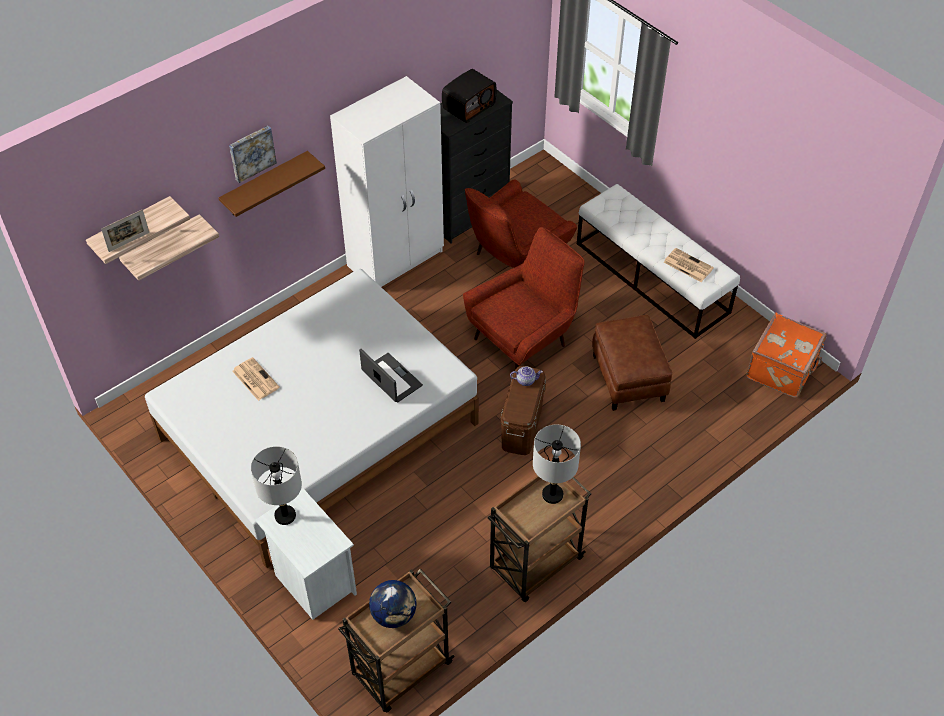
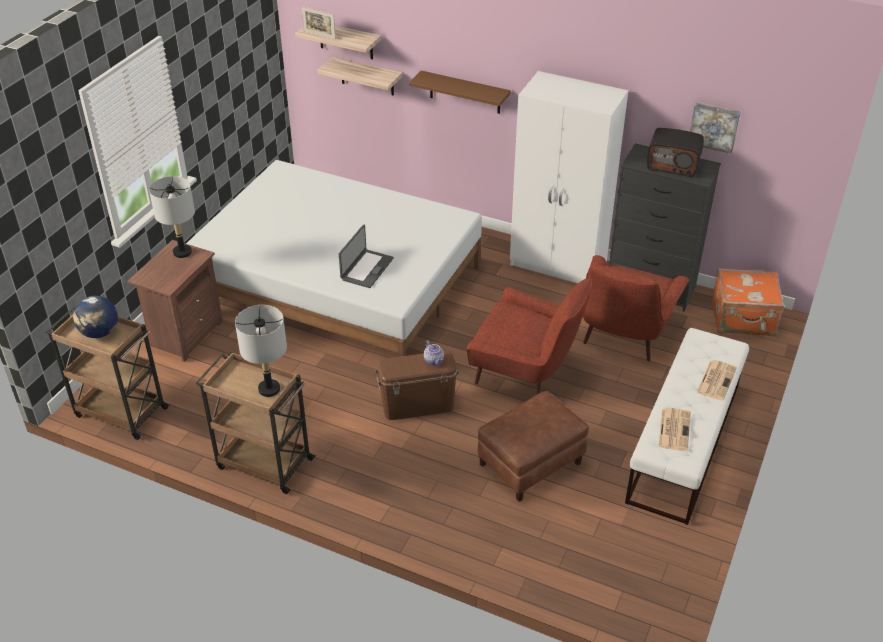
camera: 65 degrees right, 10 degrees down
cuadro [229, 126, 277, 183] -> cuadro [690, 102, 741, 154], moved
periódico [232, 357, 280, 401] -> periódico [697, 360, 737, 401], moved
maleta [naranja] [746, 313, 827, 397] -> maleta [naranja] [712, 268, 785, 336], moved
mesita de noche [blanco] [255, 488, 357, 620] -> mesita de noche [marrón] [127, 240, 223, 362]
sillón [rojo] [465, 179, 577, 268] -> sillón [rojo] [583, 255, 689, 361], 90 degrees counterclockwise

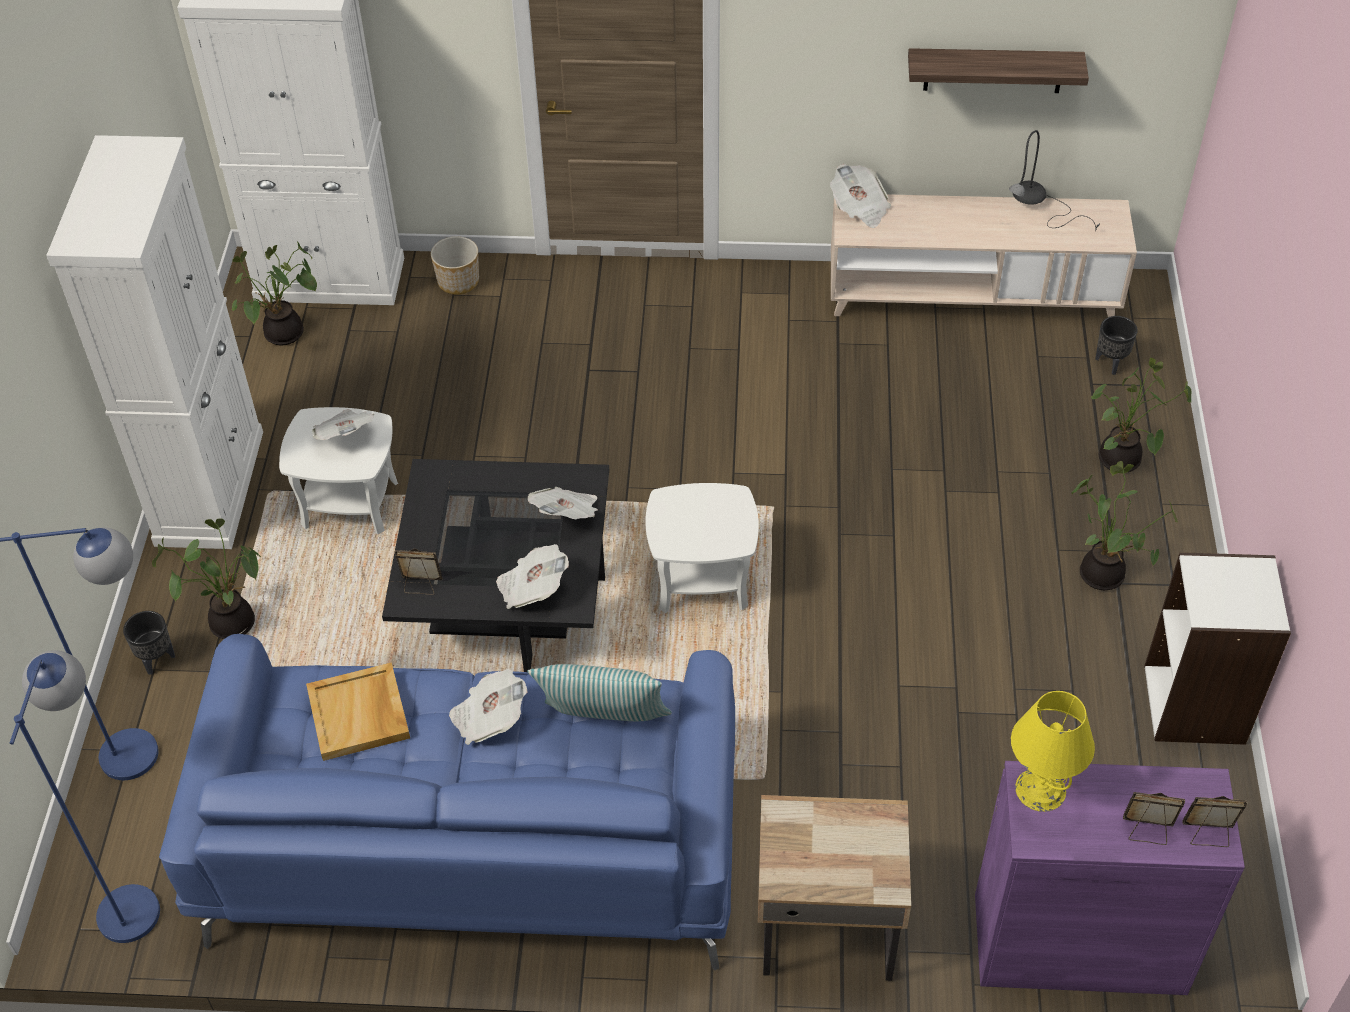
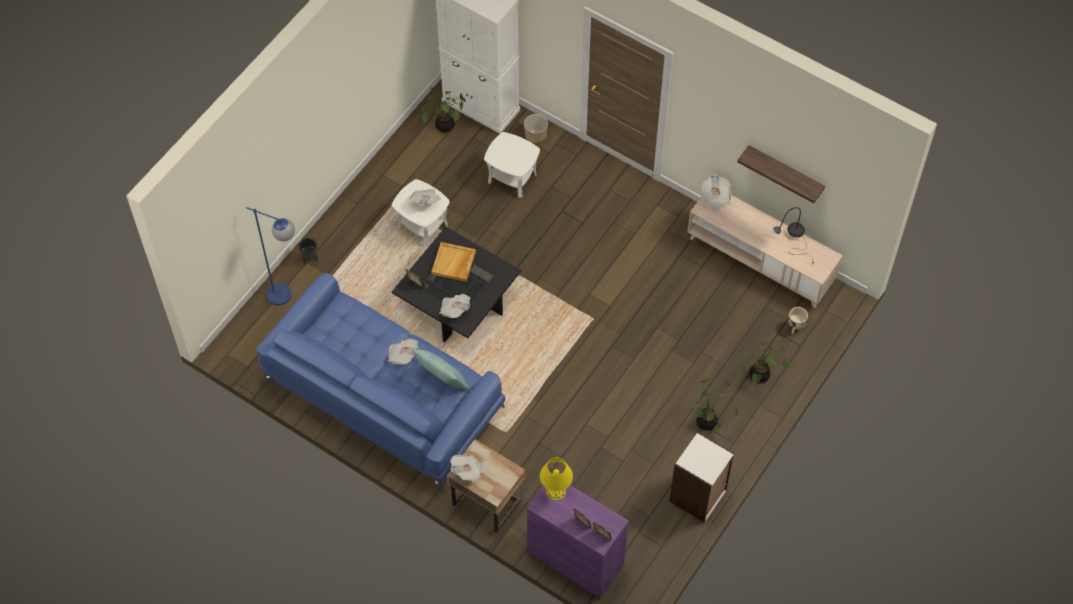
camera: 30 degrees right, 10 degrees up
lámpara de pie [azul] [10, 650, 160, 943] -> none
armario [blanco] [46, 135, 263, 549] -> none
planta en maceta [152, 518, 262, 639] -> none
bandeja [beis] [306, 662, 410, 761] -> bandeja [beis] [431, 242, 476, 282], moved
periódico [528, 487, 598, 519] -> periódico [450, 455, 487, 481], moved
mesa auxiliar [blanco] [645, 483, 759, 613] -> mesa auxiliar [blanco] [484, 132, 540, 198], moved
maceta [negro] [1095, 316, 1138, 375] -> maceta [beis] [788, 307, 808, 334]

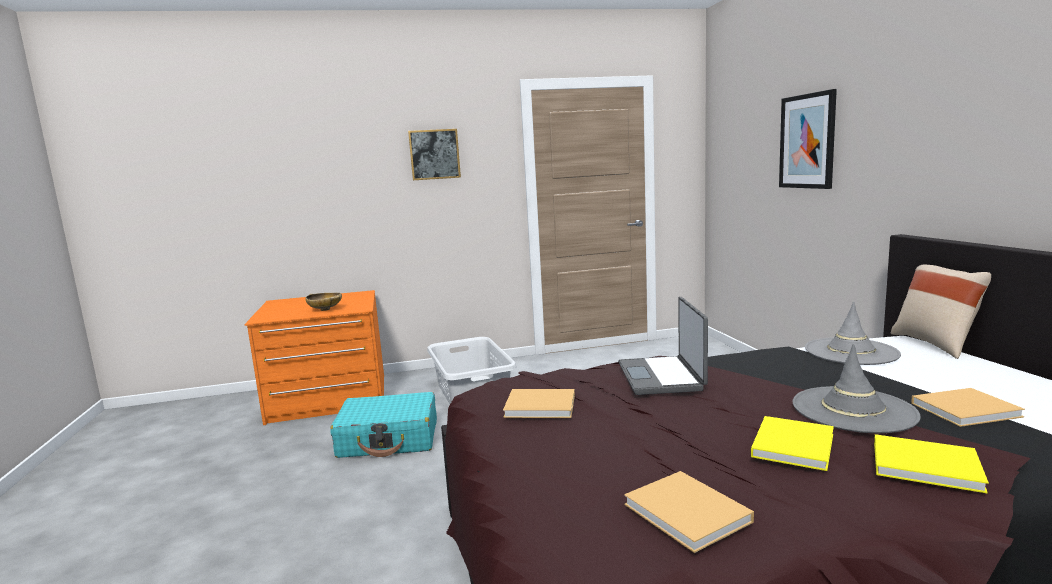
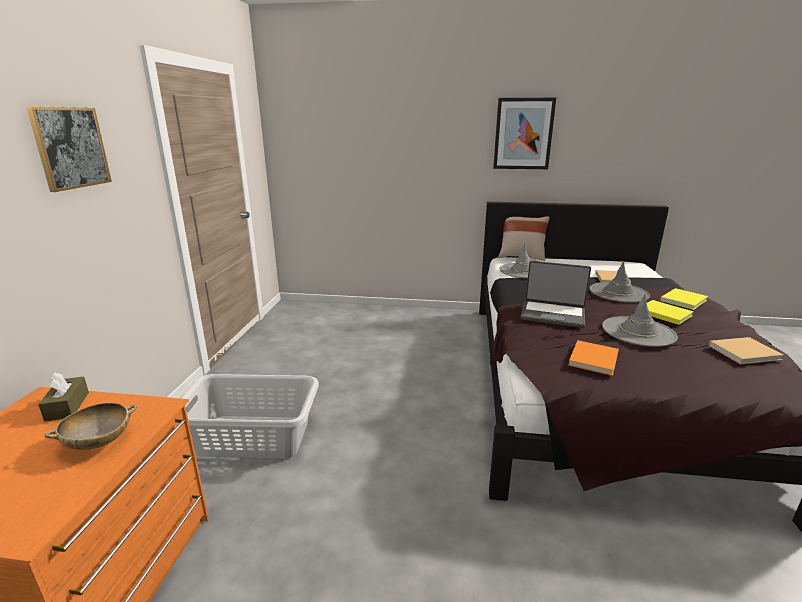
camera: 70 degrees left, 10 degrees up
maleta [turquesa] [330, 392, 437, 458] -> none
none -> caja de pañuelos [marrón] [38, 373, 89, 422]
none -> sombrero [gris] [602, 294, 678, 347]
cuadro [779, 89, 837, 189] -> cuadro [493, 98, 556, 169], moved
libro [beis] [503, 389, 575, 418] -> libro [naranja] [568, 340, 619, 376]

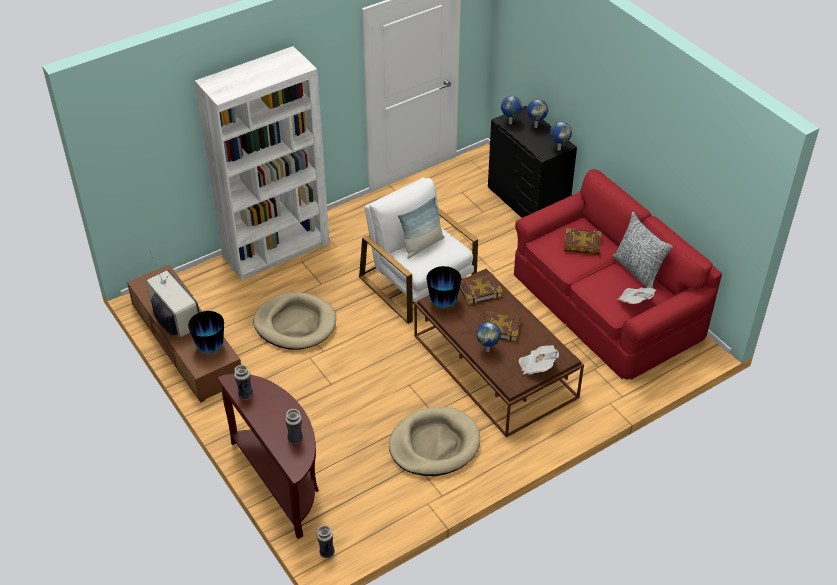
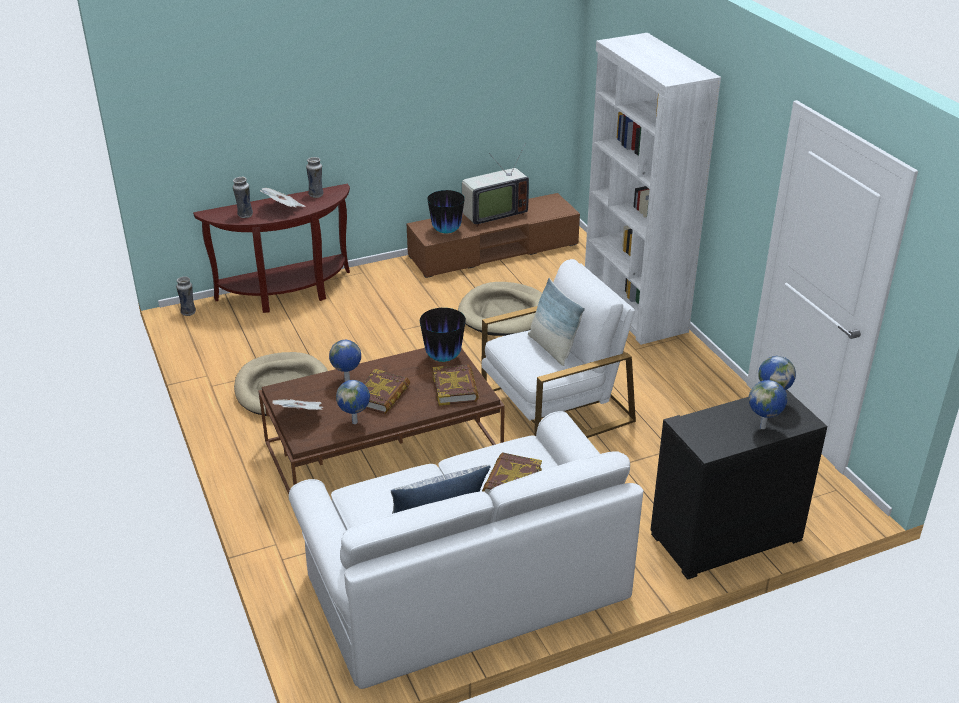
camera: 100 degrees right, 10 degrees down
globo terráqueo [550, 122, 572, 151] -> globo terráqueo [336, 380, 370, 424], moved
periódico [617, 287, 656, 304] -> periódico [260, 188, 306, 208], moved
sofá [rojo] [514, 169, 722, 380] -> sofá [blanco] [289, 411, 643, 689]

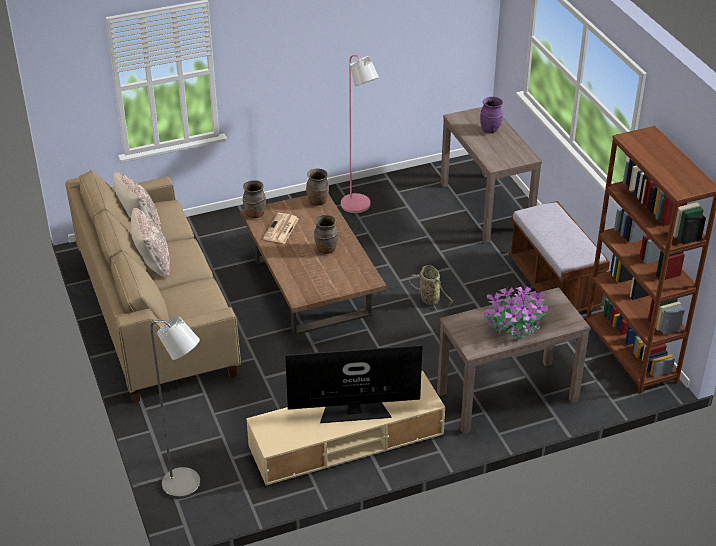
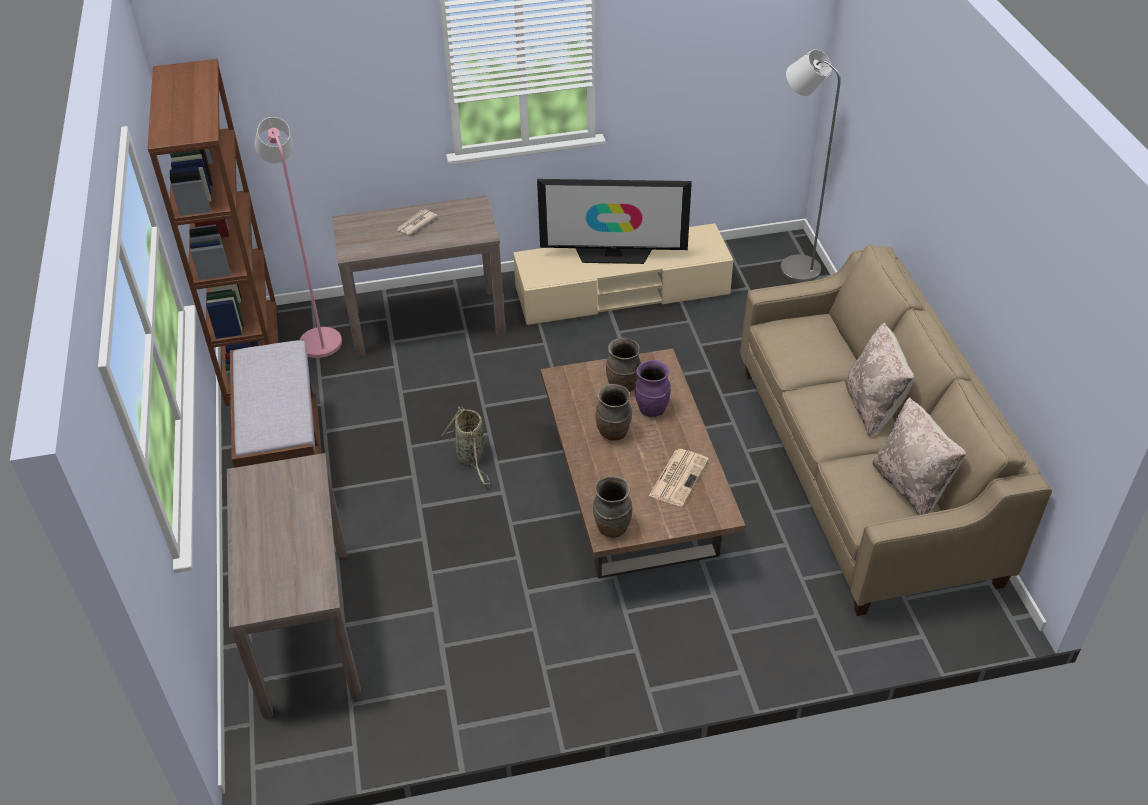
camera: 170 degrees left, 5 degrees up
florero [marrón] [243, 180, 266, 218] -> florero [marrón] [606, 338, 641, 392], moved
lámpara de pie [rosa] [341, 55, 379, 213] -> lámpara de pie [rosa] [254, 117, 342, 358], moved
florero [morado] [480, 97, 503, 133] -> florero [morado] [635, 360, 671, 417], moved
planta en maceta [484, 285, 548, 340] -> periódico [397, 209, 437, 235]

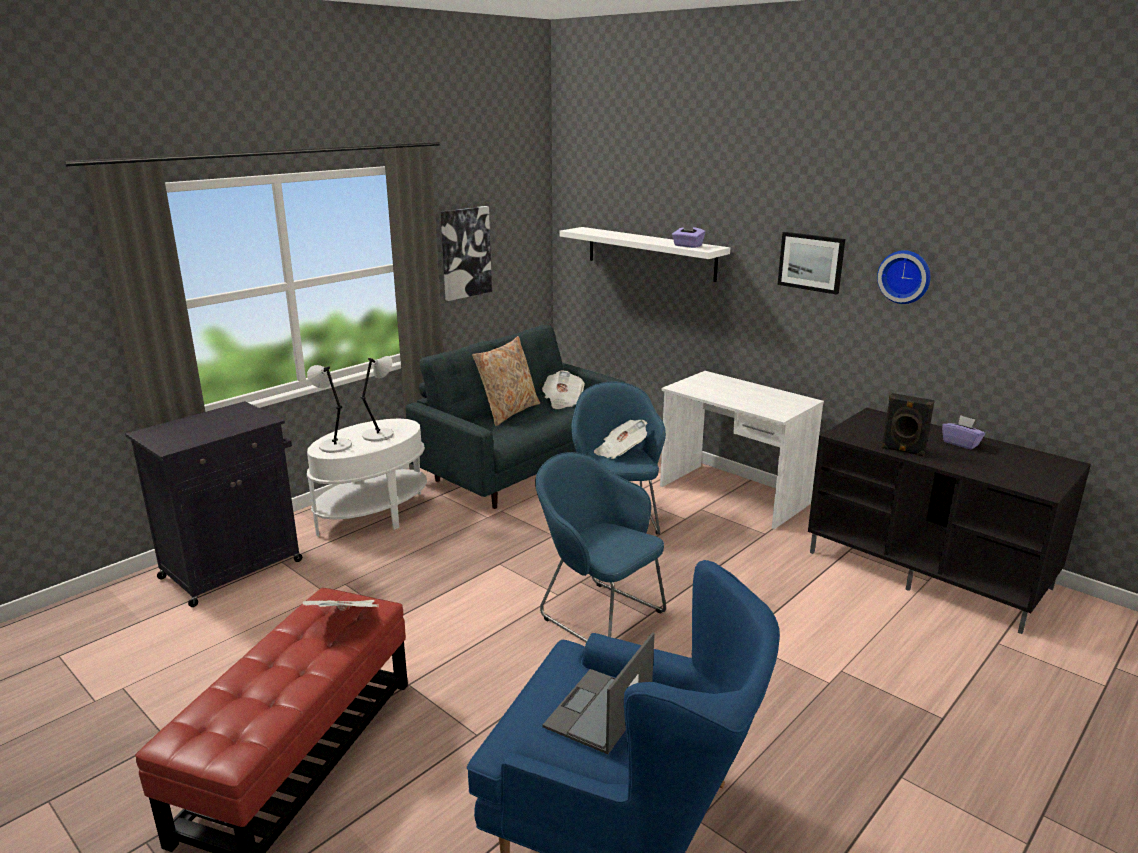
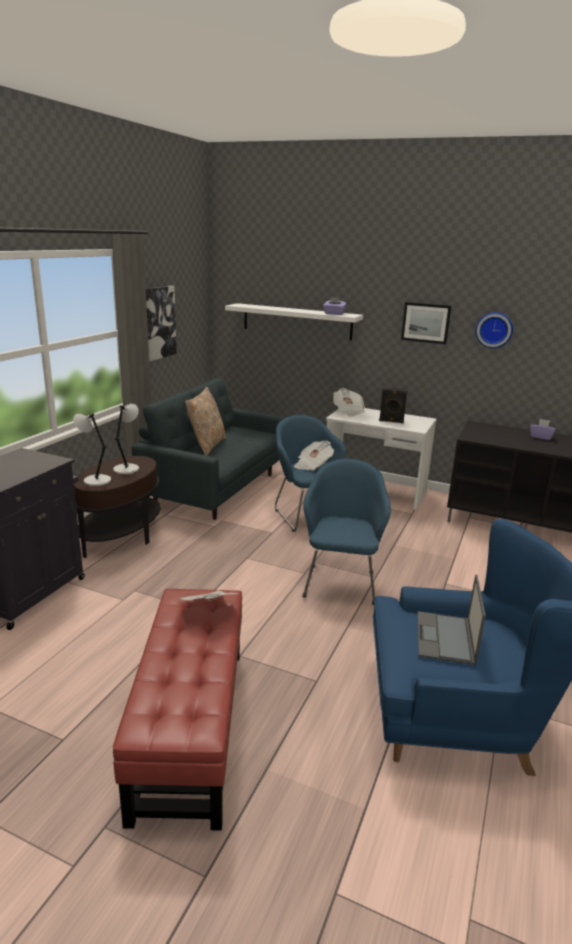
camera: 20 degrees left, 0 degrees up
periódico [542, 371, 585, 409] -> periódico [333, 388, 365, 417], moved
altavoz [negro] [881, 393, 935, 457] -> altavoz [negro] [379, 387, 407, 424], moved
mesa auxiliar [blanco] [307, 419, 427, 537] -> mesa auxiliar [marrón] [74, 456, 161, 558]
sillón [azul] [535, 452, 666, 642] -> sillón [azul] [302, 458, 391, 605], 75 degrees clockwise

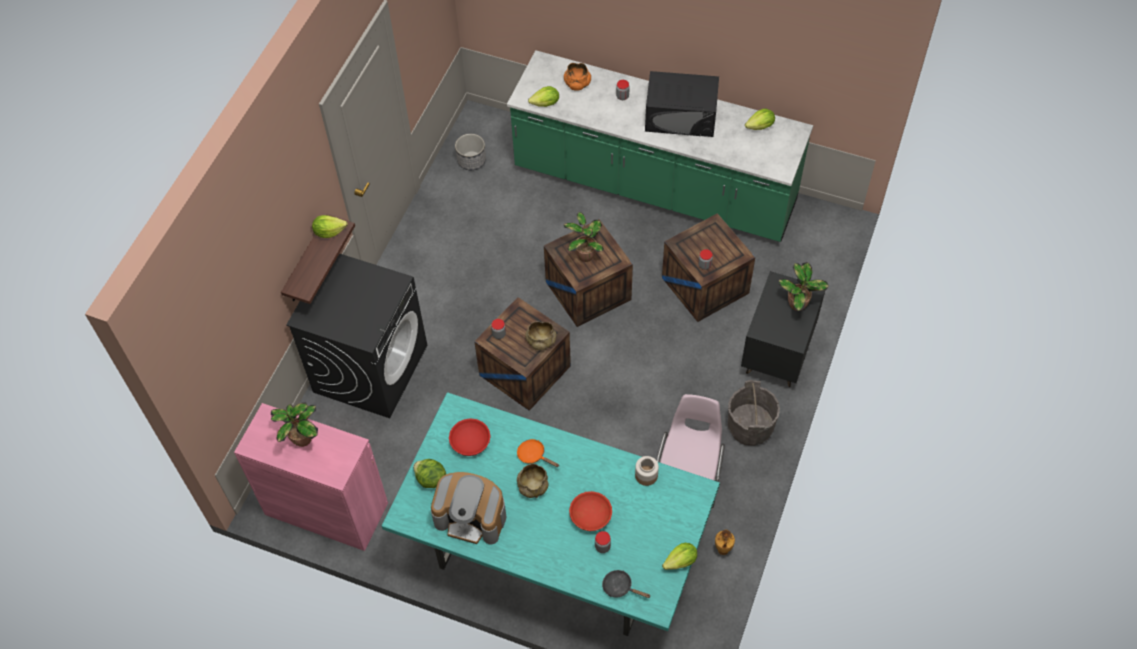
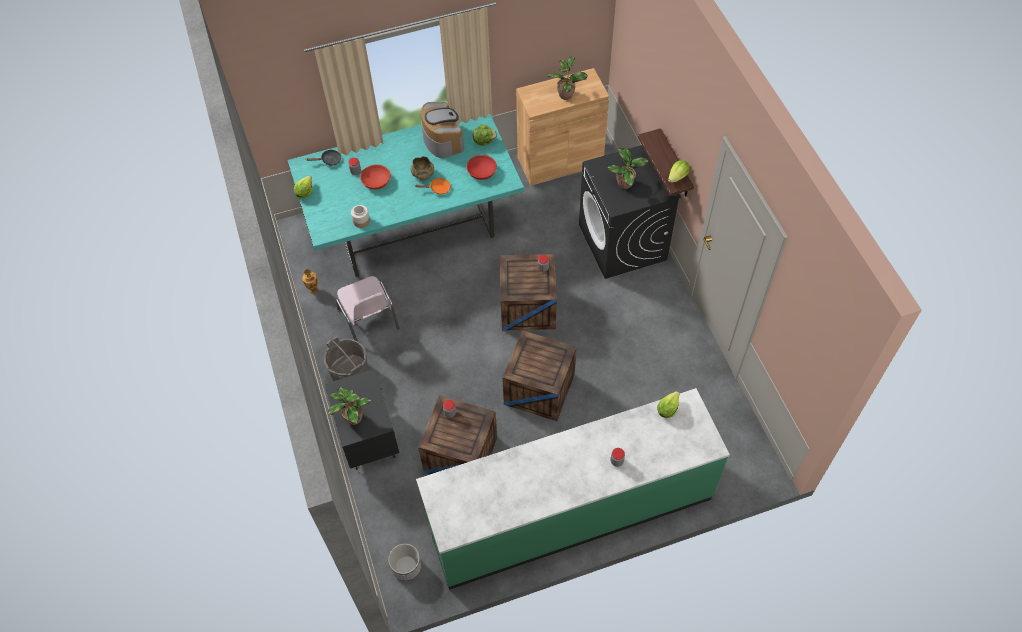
camera: 140 degrees right, 0 degrees up
cuenco [beis] [525, 322, 557, 350] -> none
cuenco [naranja] [564, 63, 591, 91] -> none
microondas [negro] [645, 71, 719, 137] -> none
lechuga [745, 109, 775, 130] -> none
maceta [455, 134, 486, 170] -> maceta [388, 544, 421, 581], moved
planta en maceta [564, 212, 604, 262] -> planta en maceta [607, 148, 648, 189], moved
armario [rosa] [234, 403, 388, 551] -> armario [marrón] [516, 68, 609, 186]
cafetera [431, 472, 507, 545] -> cafetera [421, 102, 464, 158], 90 degrees clockwise

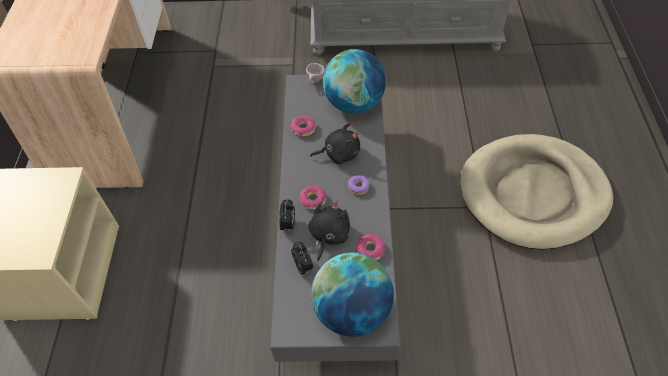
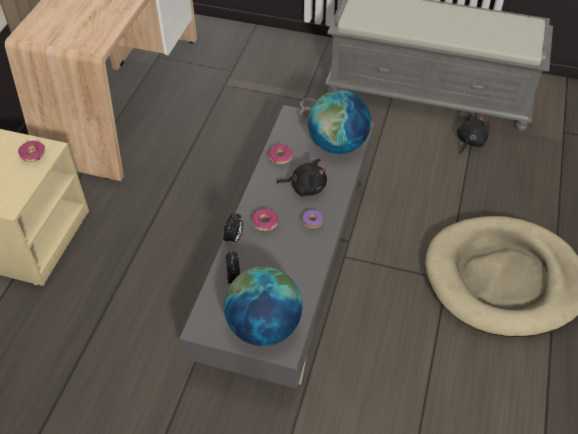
camera: 15 degrees right, 5 degrees down
peluche [negro] [308, 201, 350, 261] -> peluche [negro] [457, 113, 490, 154], moved
rosquilla [356, 234, 385, 260] -> rosquilla [18, 141, 45, 162], moved

